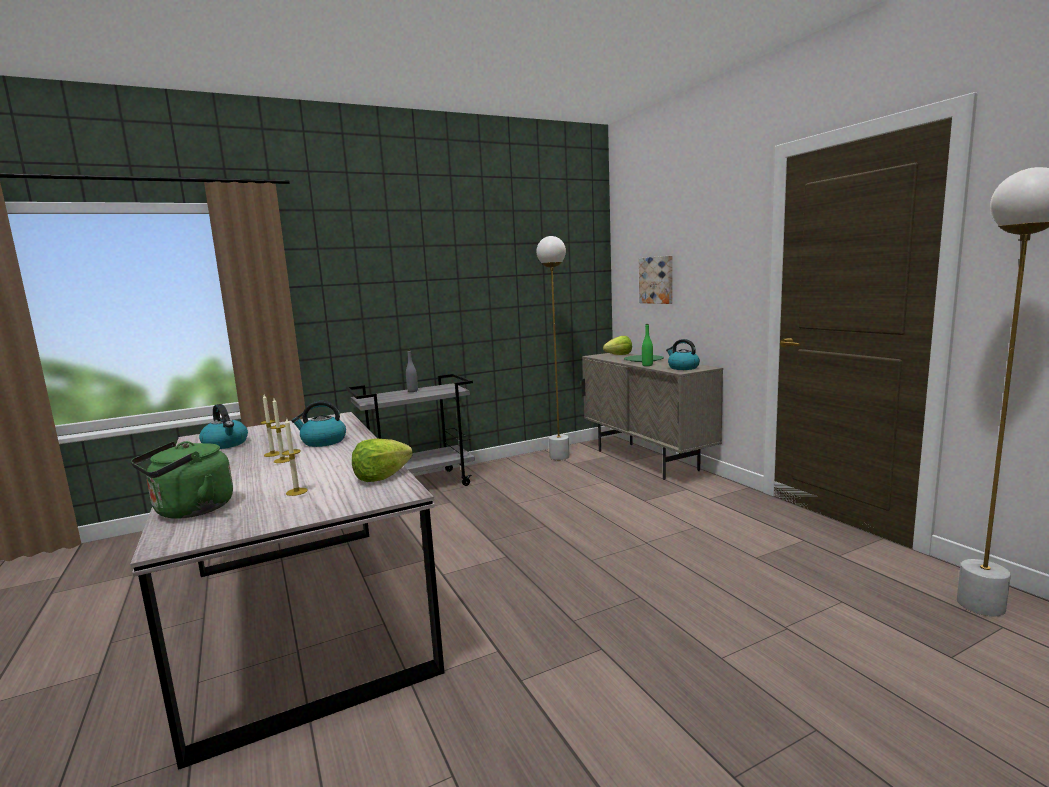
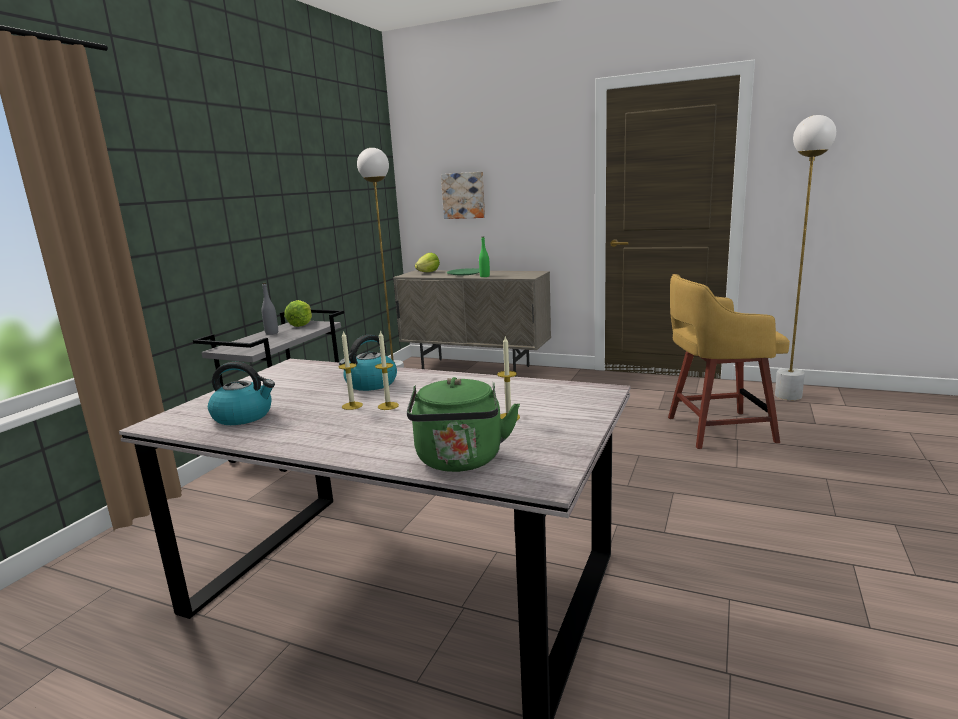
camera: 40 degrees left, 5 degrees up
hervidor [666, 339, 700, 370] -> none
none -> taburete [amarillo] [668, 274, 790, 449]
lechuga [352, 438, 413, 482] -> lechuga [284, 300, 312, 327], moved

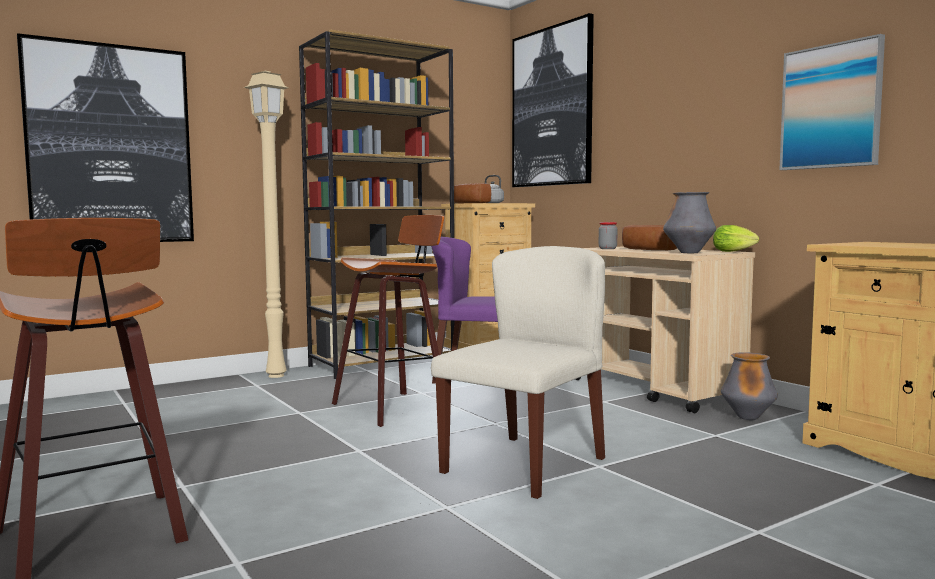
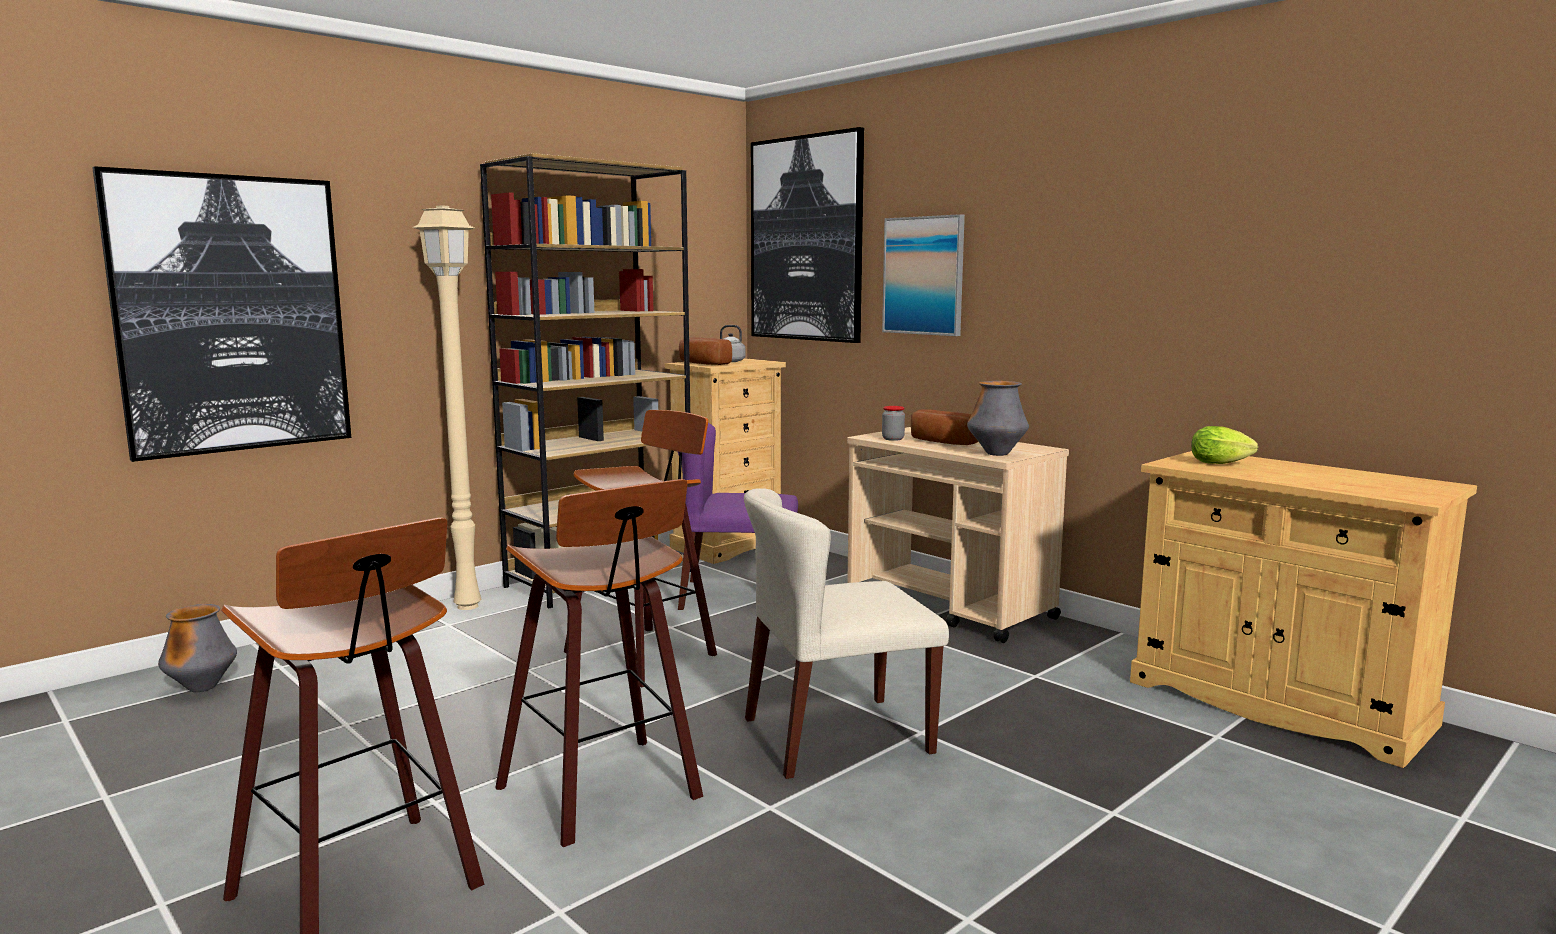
camera: 10 degrees left, 5 degrees up
none -> taburete [495, 479, 703, 847]
lechuga [713, 225, 759, 252] -> lechuga [1191, 426, 1258, 464], moved
florero [721, 352, 778, 420] -> florero [158, 604, 237, 692], moved
cuadro [779, 34, 885, 170] -> cuadro [882, 214, 965, 336], moved
silla [beis] [431, 246, 605, 499] -> silla [beis] [744, 488, 949, 779], 135 degrees counterclockwise

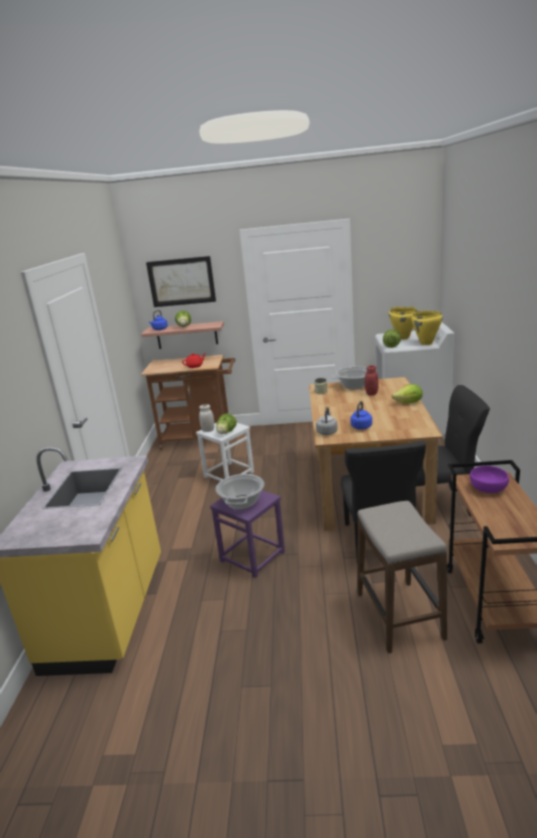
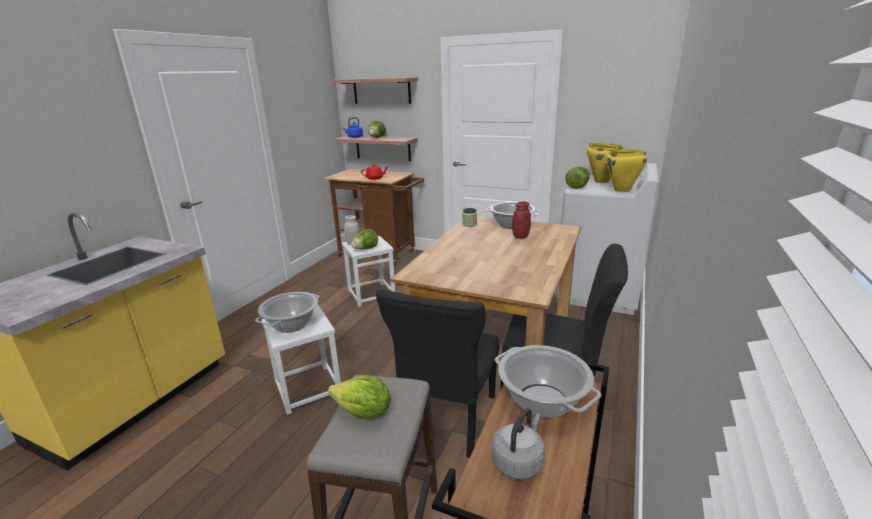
camera: 20 degrees right, 0 degrees up
hervidor [azul] [350, 401, 372, 429] -> none
hervidor [gris] [316, 407, 338, 435] -> hervidor [gris] [492, 408, 545, 479], moved
lechuga [392, 384, 423, 404] -> lechuga [328, 376, 391, 419], moved
cuadro [146, 256, 216, 307] -> estante [331, 77, 418, 104]
cuenco [morado] [470, 466, 509, 493] -> olla [495, 345, 601, 418]
taburete [morado] [210, 490, 285, 578] -> taburete [blanco] [261, 304, 341, 415]

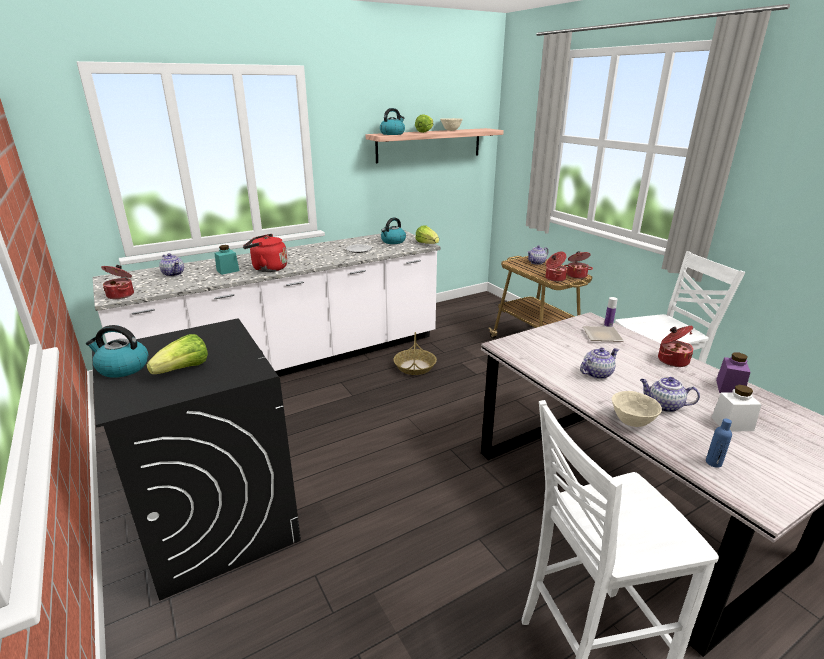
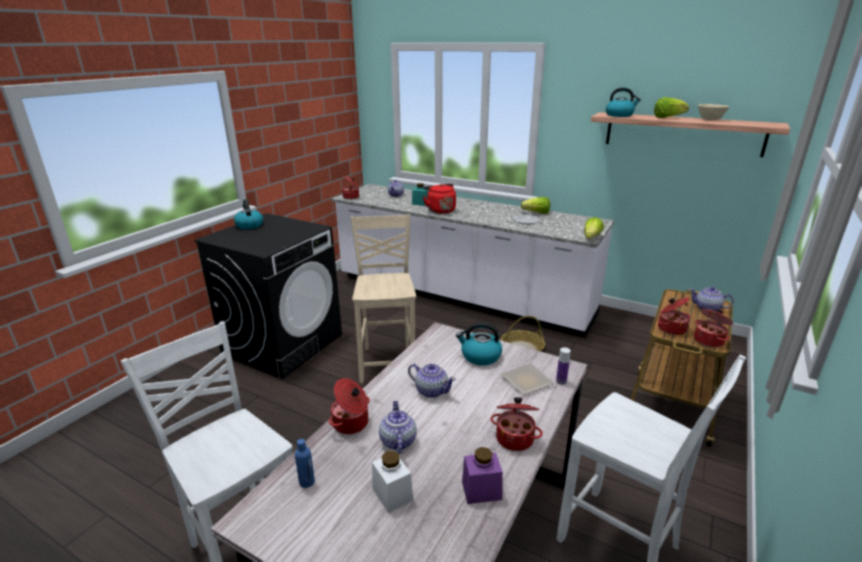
camera: 60 degrees right, 0 degrees up
none -> silla [beis] [351, 214, 416, 383]
lechuga [147, 334, 208, 374] -> lechuga [521, 197, 550, 214], moved
hervidor [381, 217, 406, 244] -> hervidor [456, 322, 502, 365], moved
cuenco [beis] [612, 391, 662, 427] -> olla [329, 378, 370, 434]

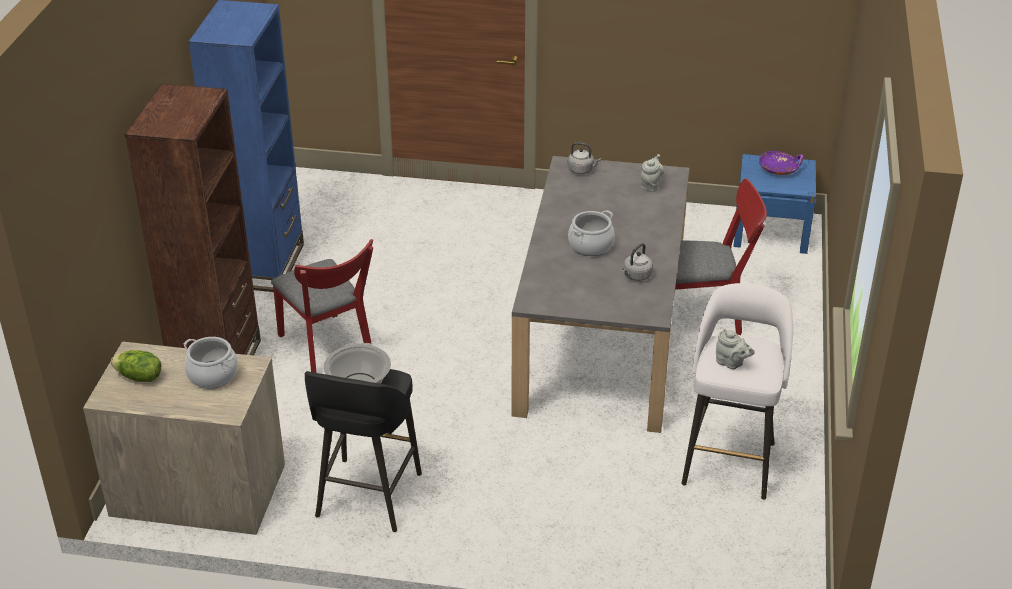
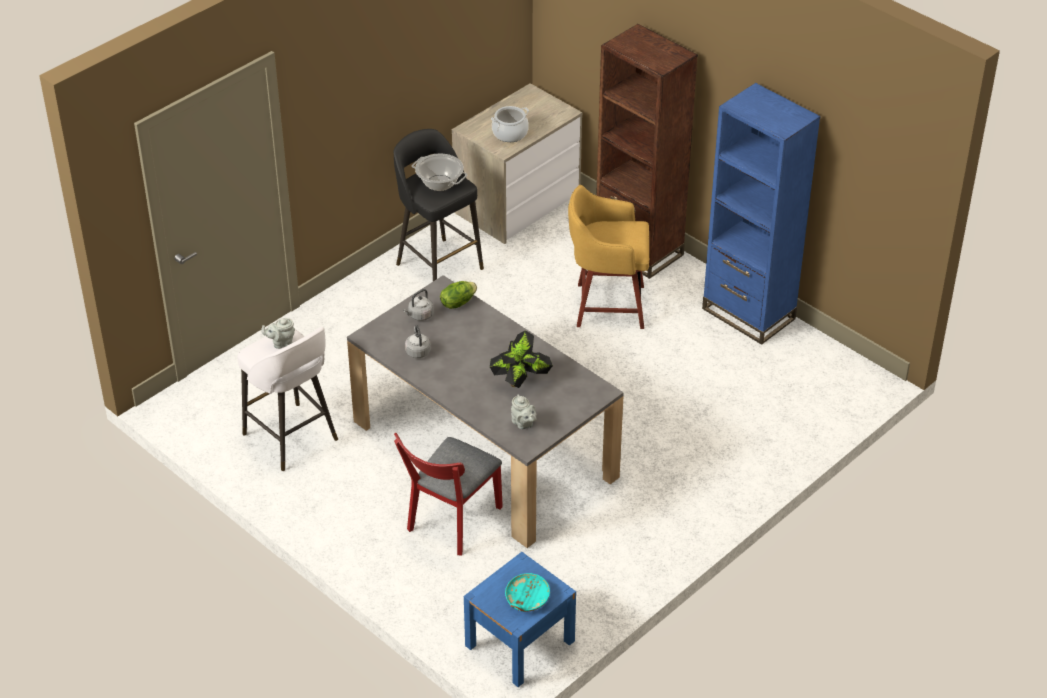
camera: 125 degrees right, 5 degrees up
olla [568, 210, 615, 256] -> none
none -> planta en maceta [490, 330, 553, 388]
lechuga [111, 350, 161, 382] -> lechuga [440, 281, 477, 309], moved
hervidor [gris] [568, 142, 601, 174] -> hervidor [gris] [403, 289, 434, 321], moved
silla [rojo] [271, 239, 373, 373] -> taburete [amarillo] [568, 185, 649, 329]
cuenco [morado] [759, 151, 803, 175] -> cuenco [turquesa] [505, 573, 550, 612]

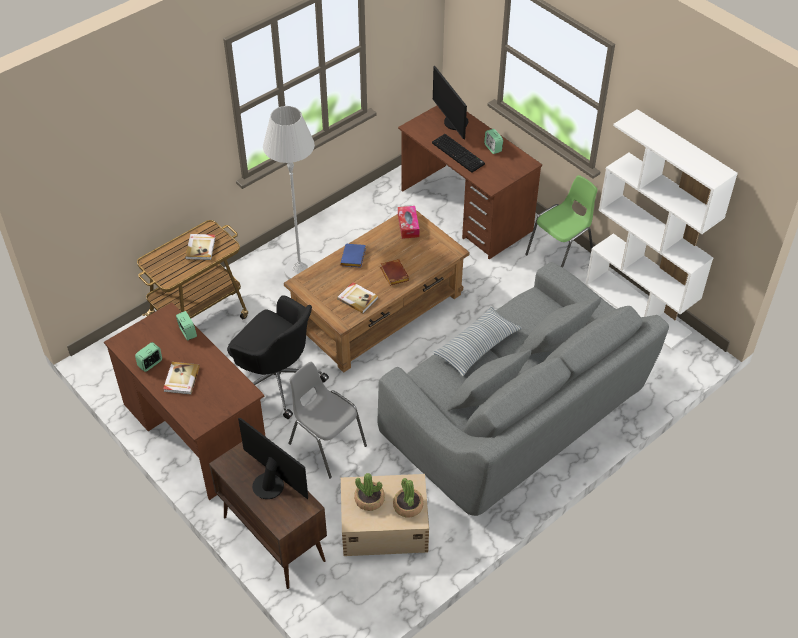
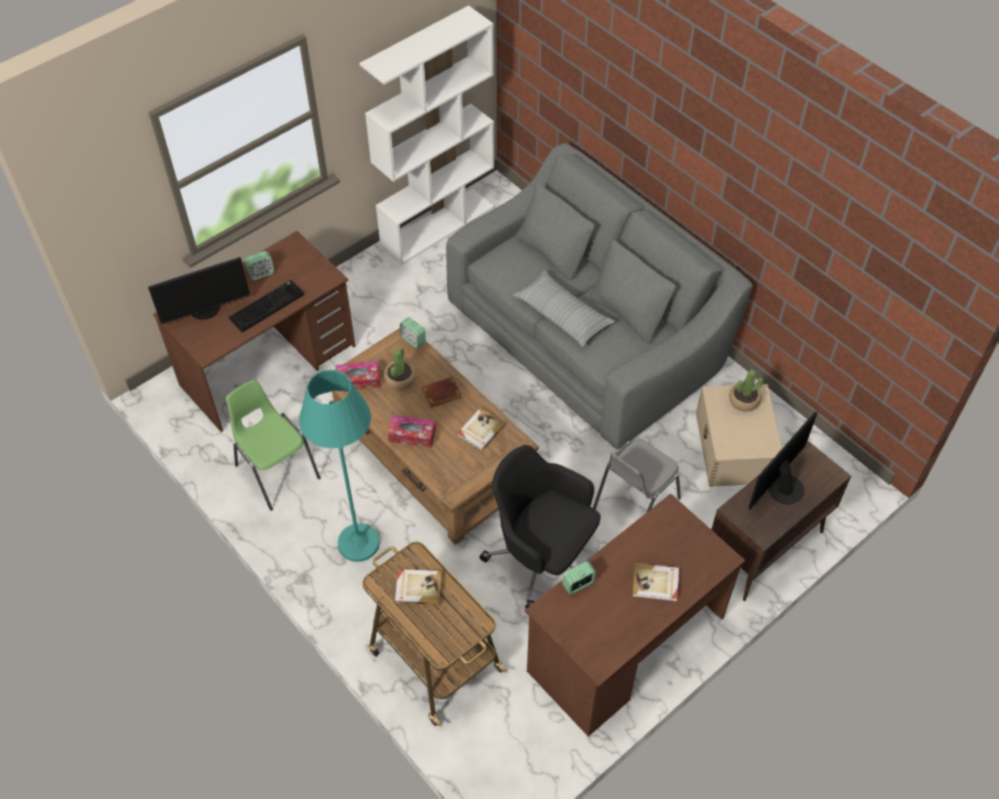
camera: 90 degrees left, 5 degrees up
despertador [135, 342, 162, 372] -> despertador [400, 317, 426, 349], moved
planta en maceta [354, 473, 385, 511] -> planta en maceta [384, 347, 416, 390], moved
silla [verde] [525, 175, 598, 268] -> silla [verde] [226, 379, 320, 511], moved
libro [azul] [340, 244, 366, 268] -> caja de pañuelos [388, 415, 436, 448]
lámpara de pie [blanco] [263, 106, 315, 279] -> lámpara de pie [turquesa] [299, 370, 380, 562]
silla de oficina [negro] [227, 295, 329, 419] -> silla de oficina [negro] [479, 445, 601, 608], 90 degrees counterclockwise

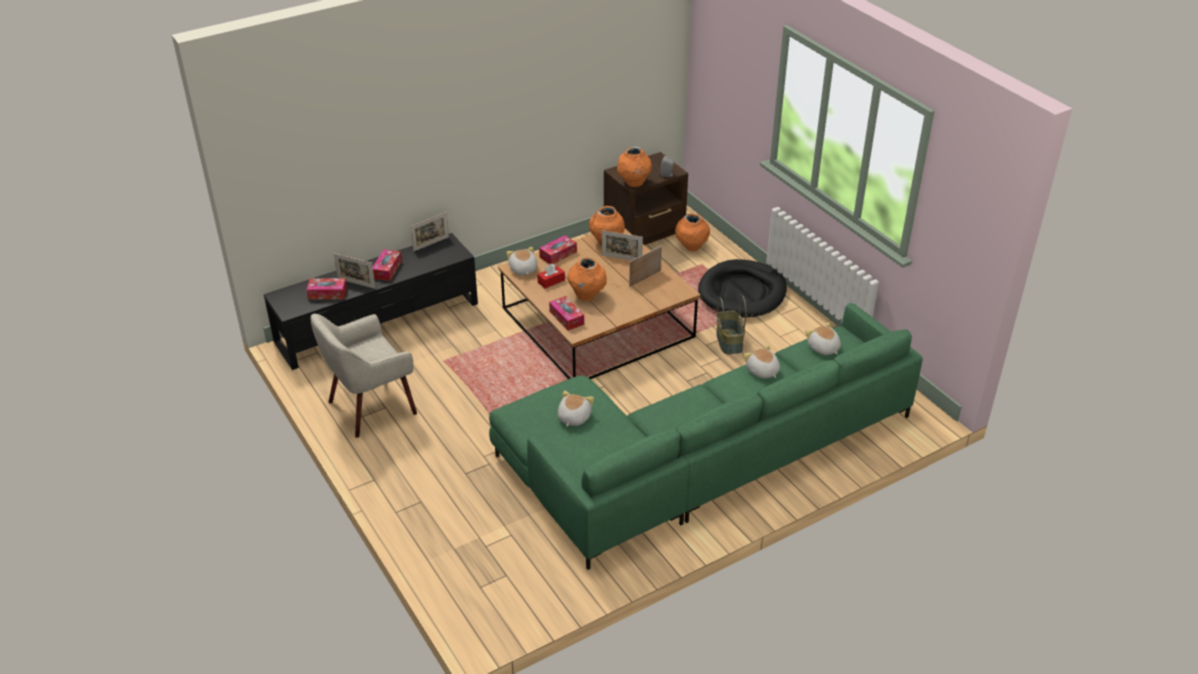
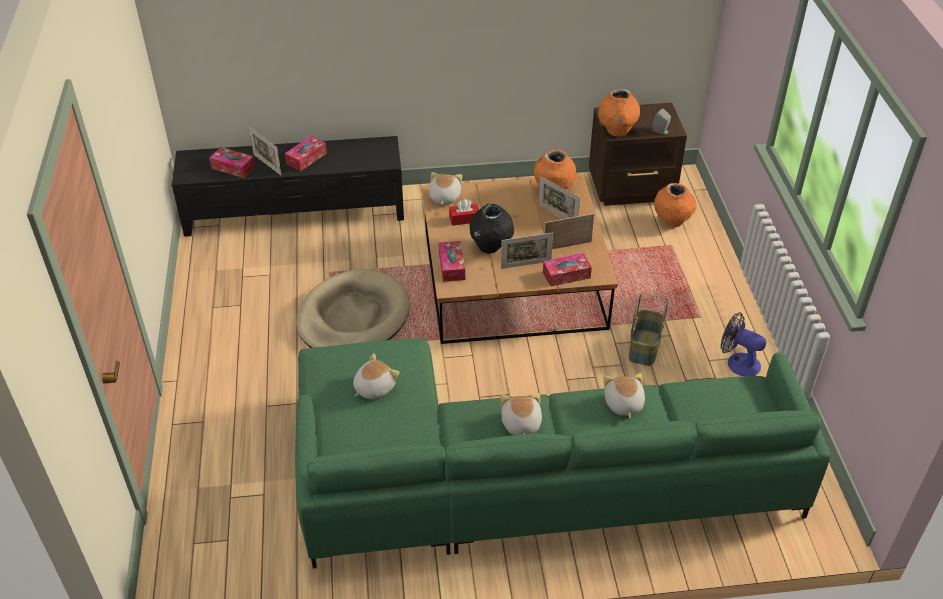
camera: 25 degrees right, 5 degrees up
sillón [beis] [311, 314, 417, 438] -> none
cama para perro [negro] [698, 259, 787, 317] -> none
none -> cama para perro [beis] [296, 269, 409, 348]
none -> ventilador [721, 312, 766, 376]
portarretratos [410, 212, 449, 252] -> portarretratos [501, 233, 553, 269], moved
caja de pañuelos [539, 235, 577, 264] -> caja de pañuelos [543, 253, 592, 287], moved
peluche [805, 322, 841, 355] -> peluche [500, 393, 542, 435], moved
florero [naranja] [568, 258, 607, 301] -> florero [negro] [469, 204, 514, 253]

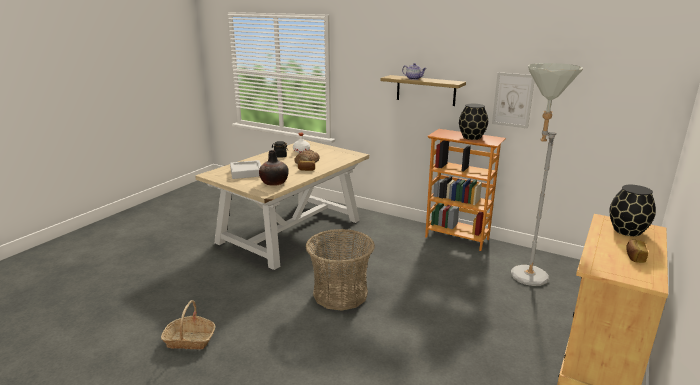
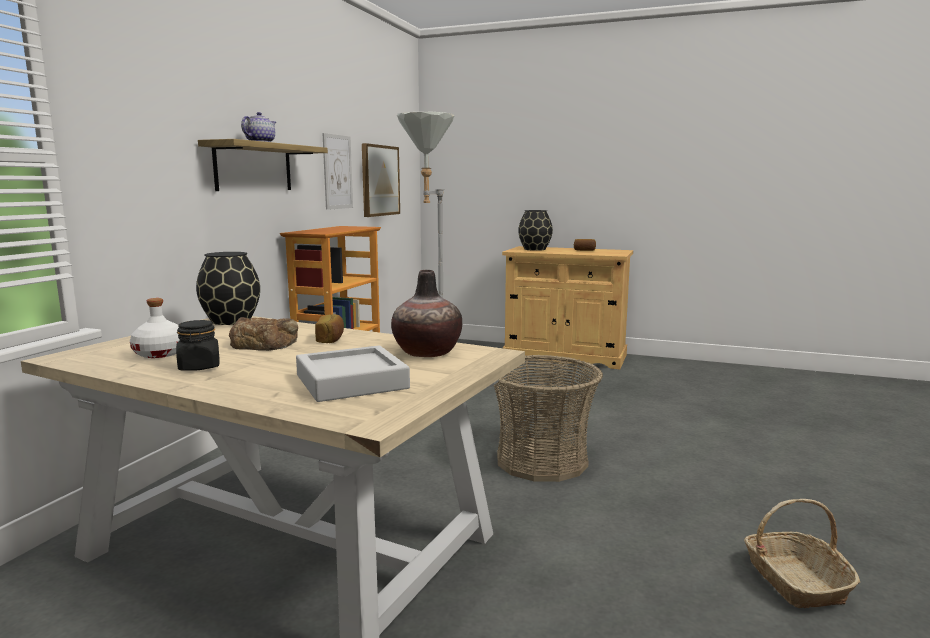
camera: 100 degrees left, 10 degrees down
none -> cuadro [362, 143, 400, 217]
florero [negro] [459, 104, 488, 140] -> florero [negro] [196, 252, 260, 325], moved

